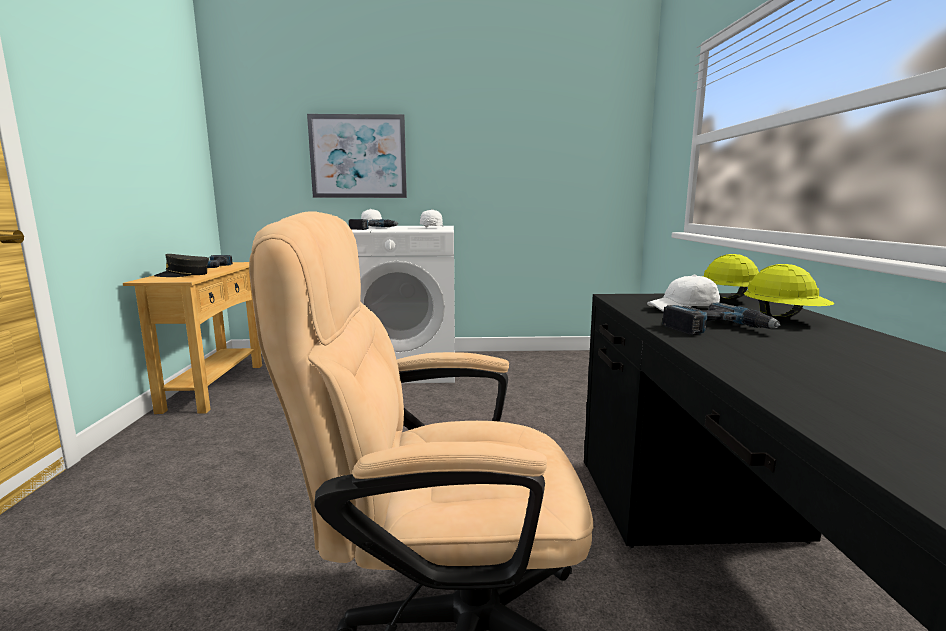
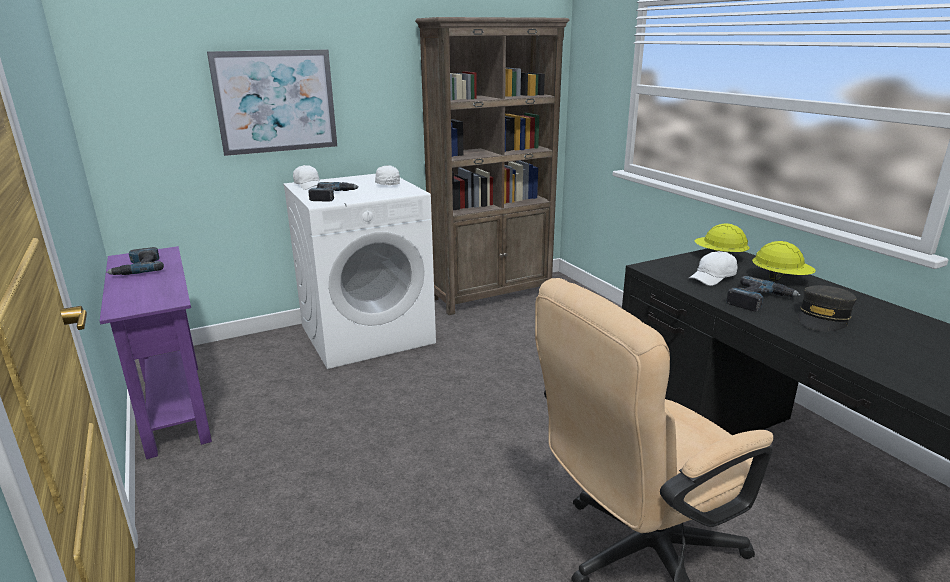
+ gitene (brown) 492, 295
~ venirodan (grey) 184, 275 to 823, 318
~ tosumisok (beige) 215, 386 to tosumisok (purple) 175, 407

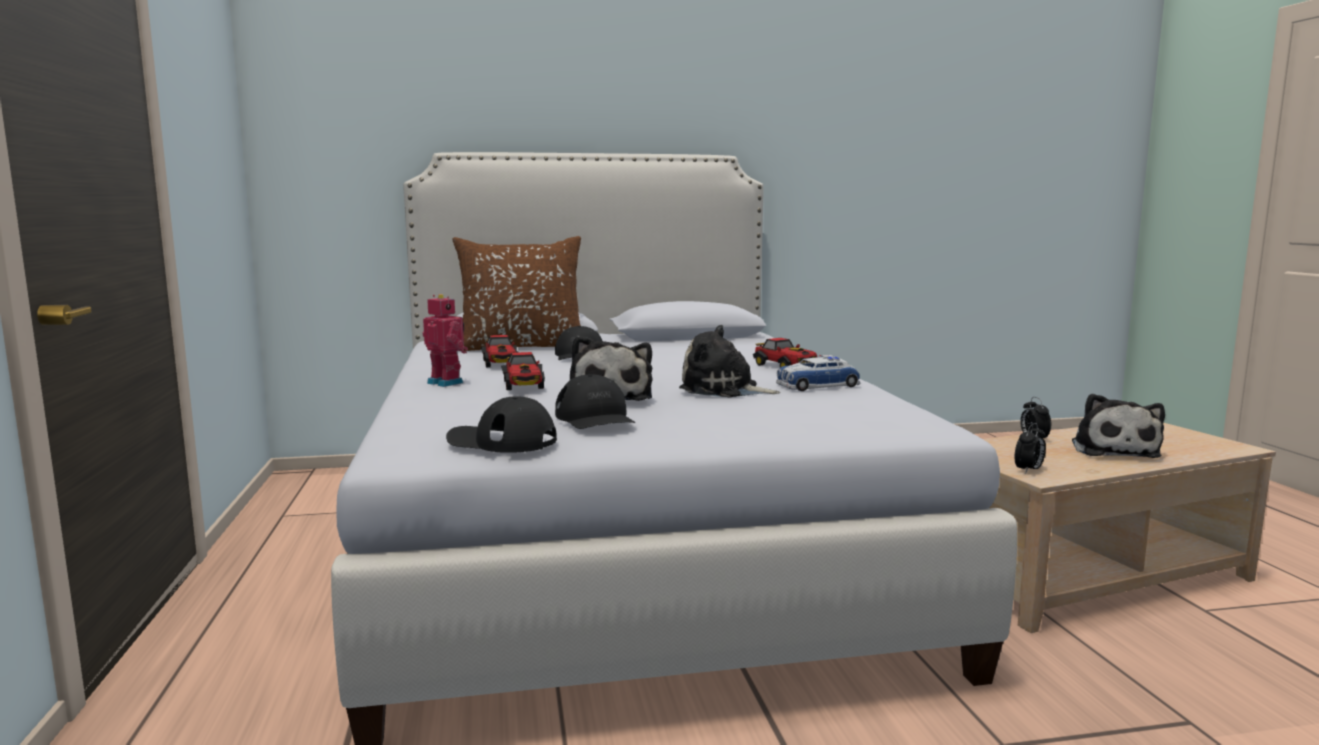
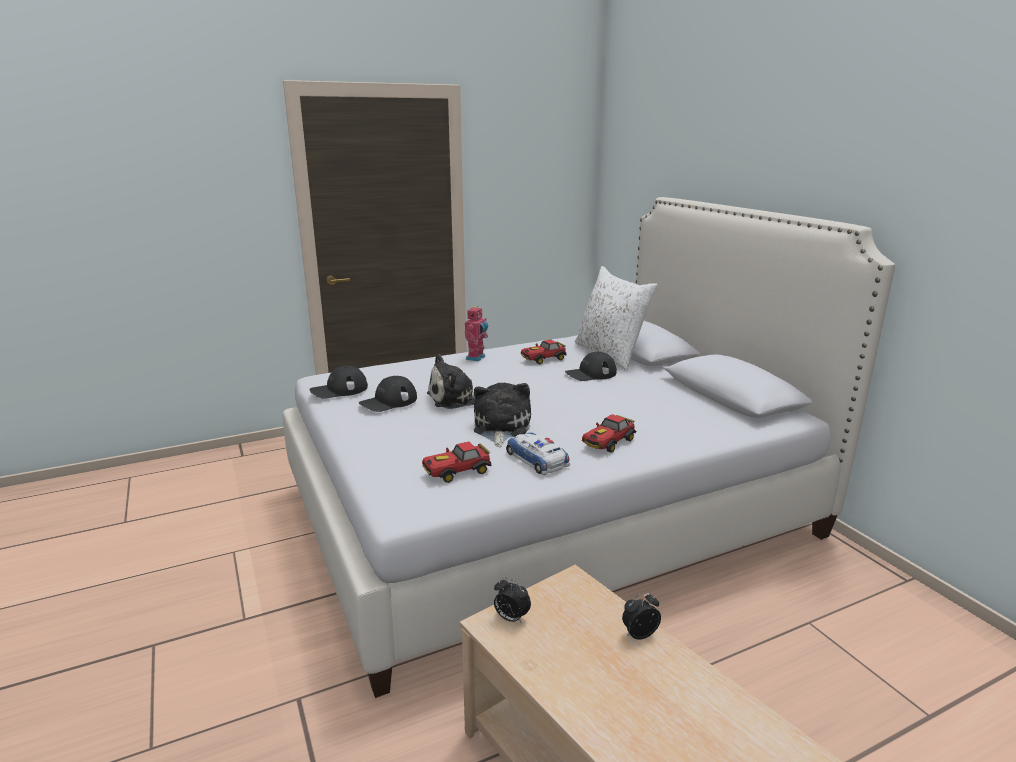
- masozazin 1113, 450
~ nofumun 523, 385 to 456, 472
~ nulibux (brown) 522, 346 to nulibux (white) 610, 354
~ venirodan (black) 501, 440 = 339, 390 120 degrees counterclockwise

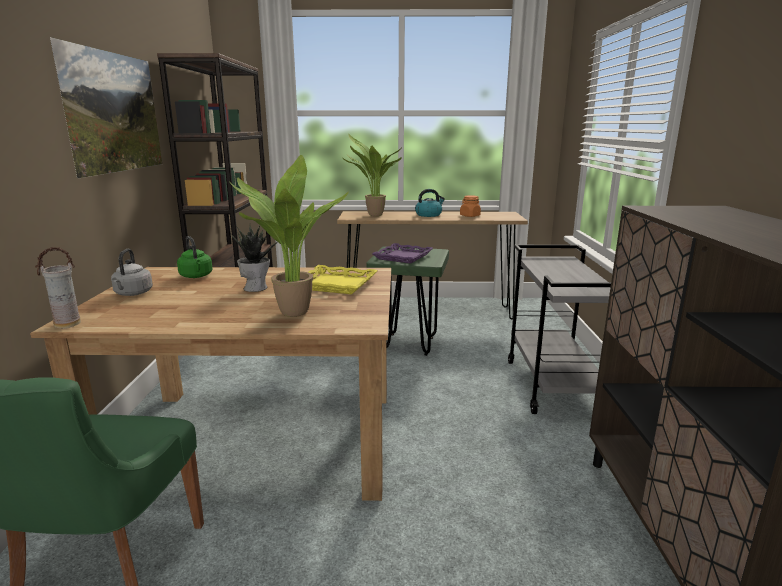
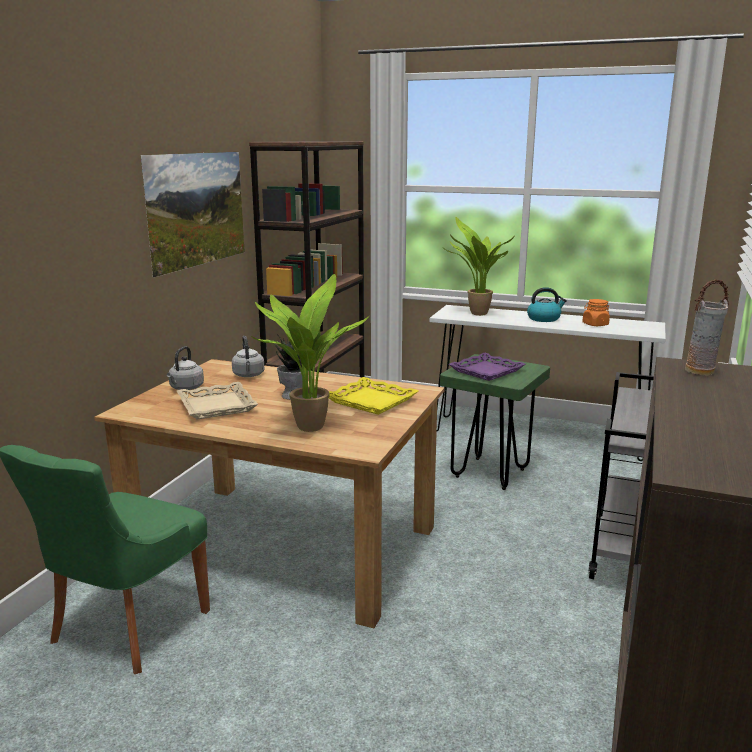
+ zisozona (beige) 217, 406
~ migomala 67, 324 to 700, 372
~ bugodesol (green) 196, 276 to bugodesol (grey) 248, 375
~ tosumisok (brown) 428, 312 to tosumisok (white) 536, 437

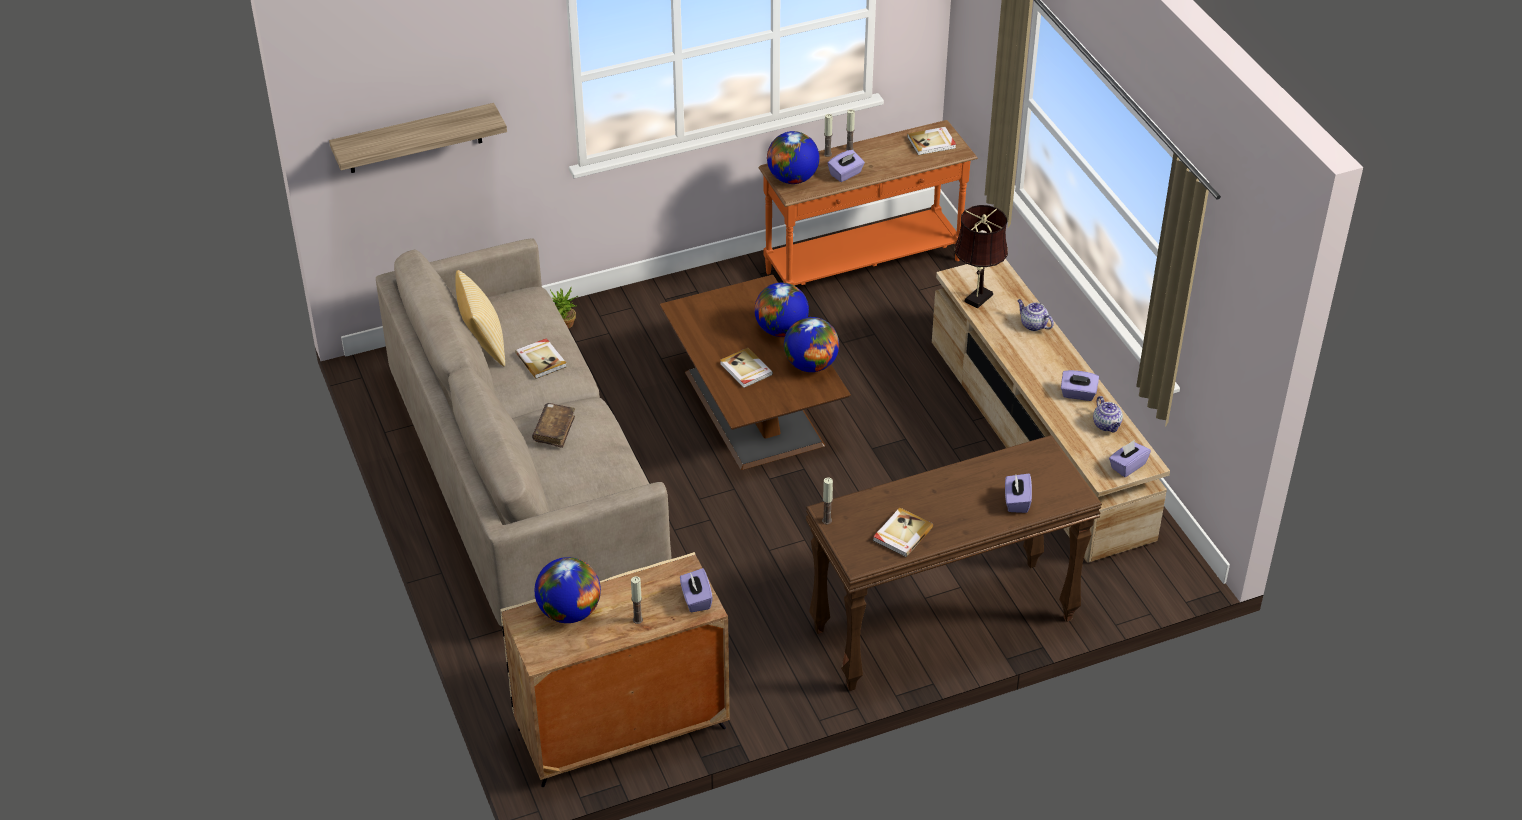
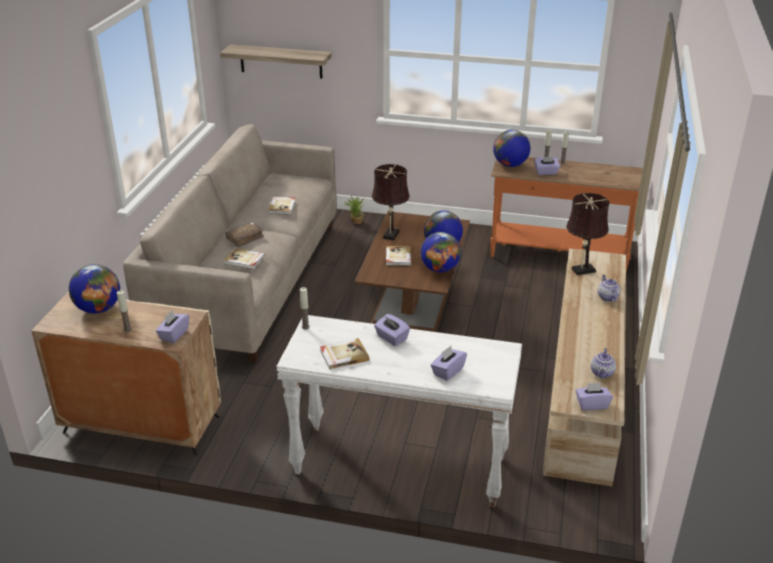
- nulibux 483, 345
+ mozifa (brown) 390, 236
~ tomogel 932, 143 to 245, 260
~ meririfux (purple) 1078, 394 to 391, 338
~ tosumisok (brown) 943, 626 to tosumisok (white) 399, 466

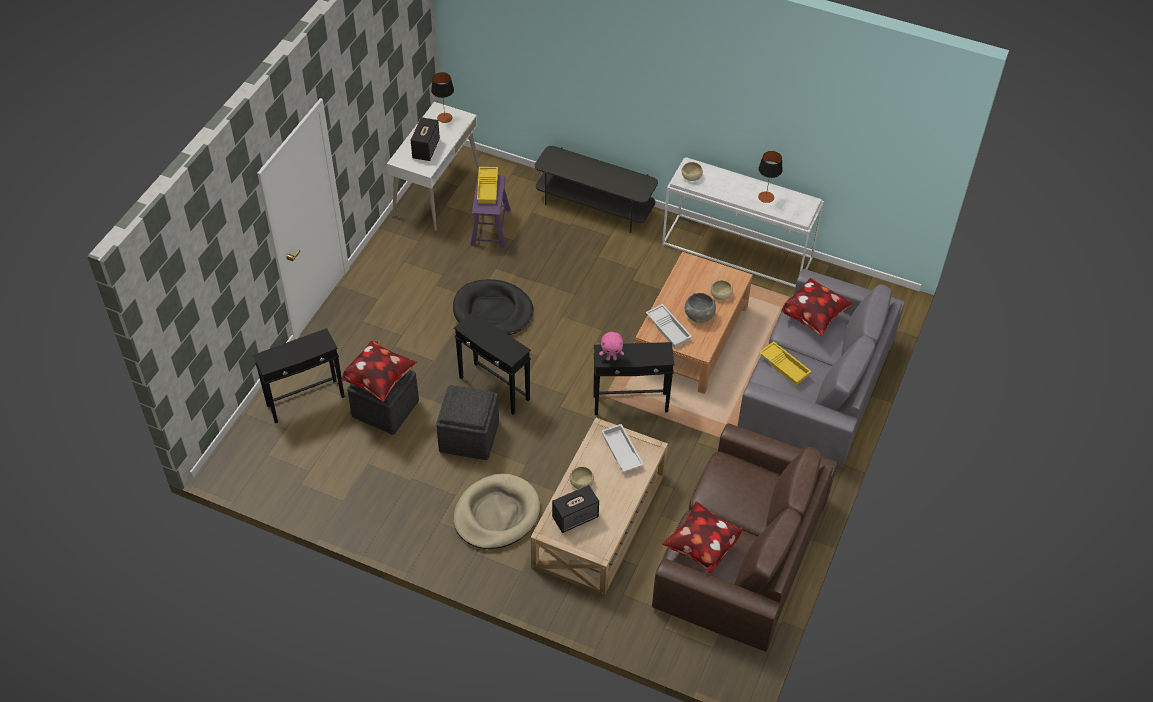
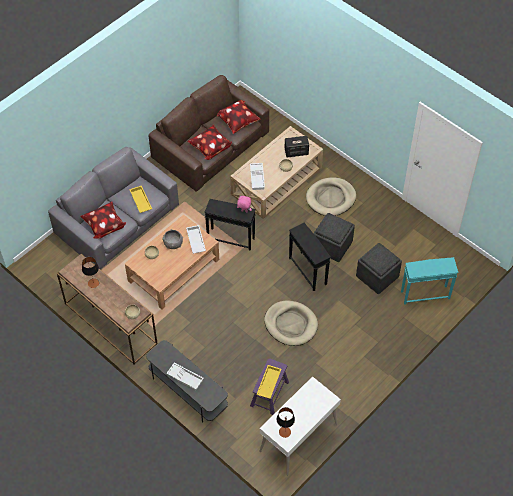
- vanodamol 426, 148
+ zisozona (white) 185, 377
~ nulibux 381, 381 to 209, 148
~ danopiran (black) 306, 401 to danopiran (turquoise) 425, 294
~ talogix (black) 492, 311 to talogix (beige) 291, 324
~ tosumisok (white) 738, 251 to tosumisok (brown) 109, 323

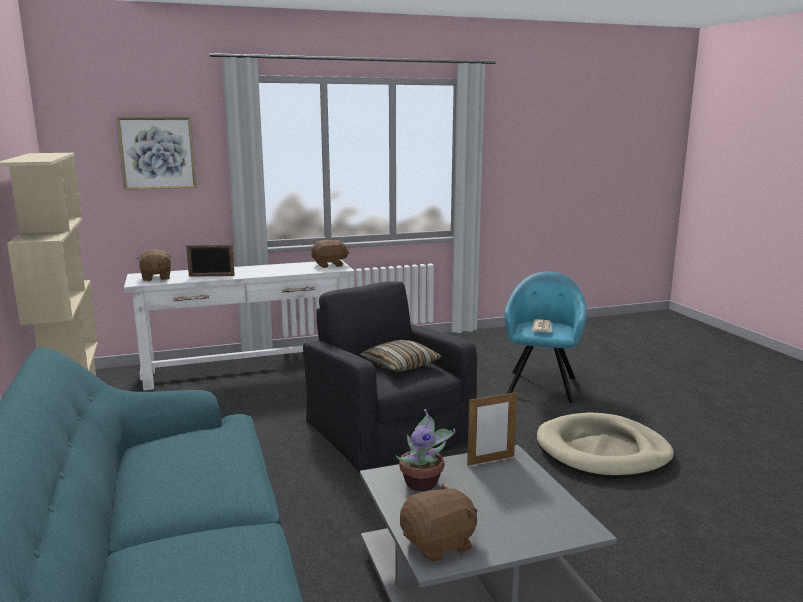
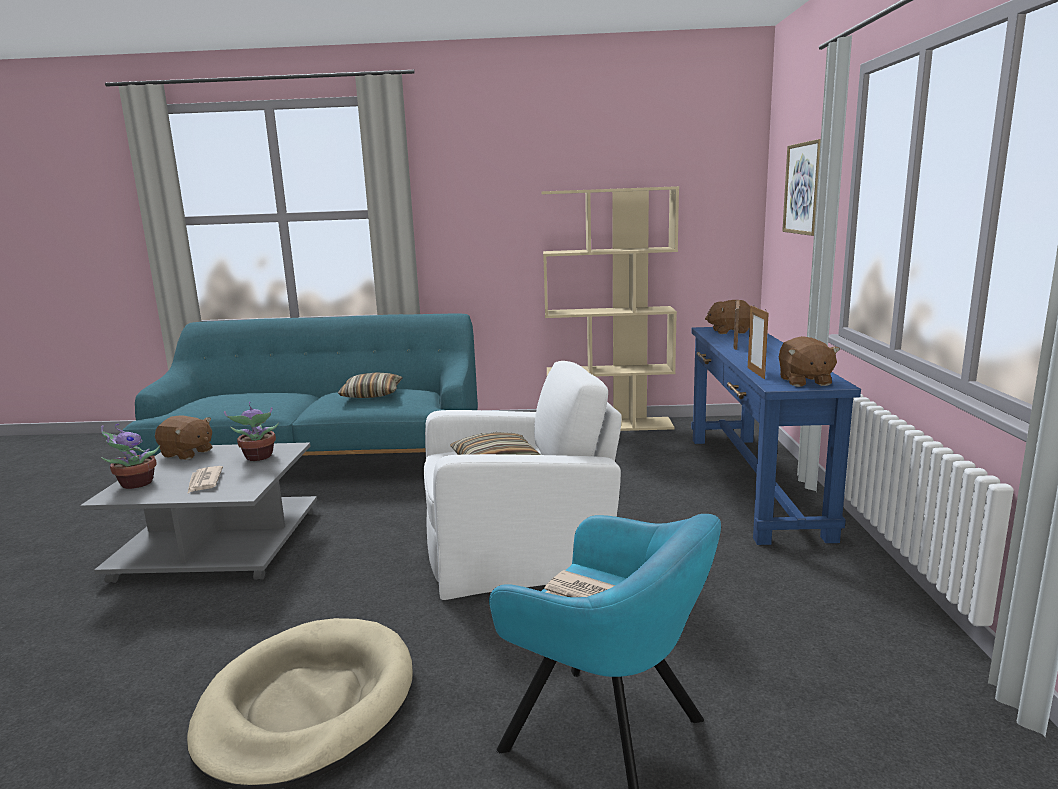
+ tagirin 134, 484
+ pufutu 204, 482
+ nulibux 372, 394
~ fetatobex 490, 460 to 756, 373
~ tosumisok (white) 248, 369 to tosumisok (blue) 752, 482
~ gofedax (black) 387, 429 to gofedax (white) 518, 546
~ masozazin (brown) 439, 544 = 187, 453 60 degrees counterclockwise

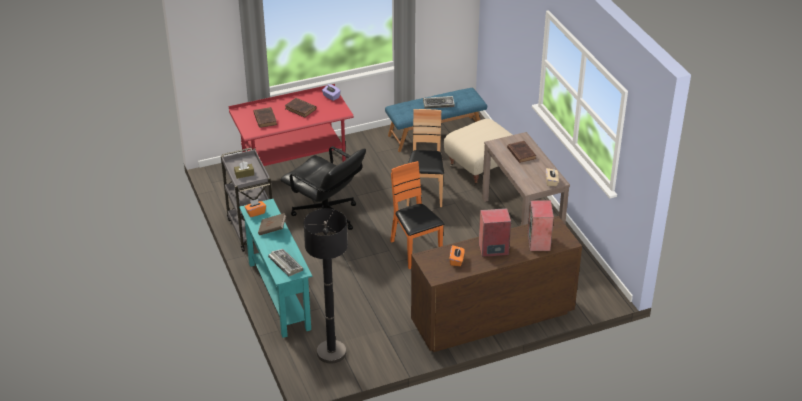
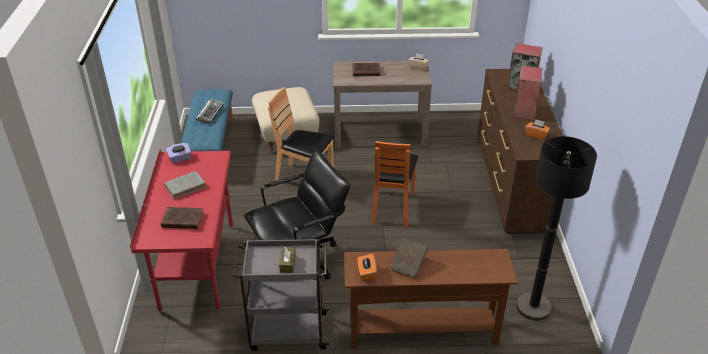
- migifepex 285, 264
~ tosumisok (turquoise) 278, 296 to tosumisok (brown) 423, 332
~ tomogel (brown) 301, 109 to tomogel (grey) 186, 186
~ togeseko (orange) 415, 250 = 392, 207 75 degrees counterclockwise

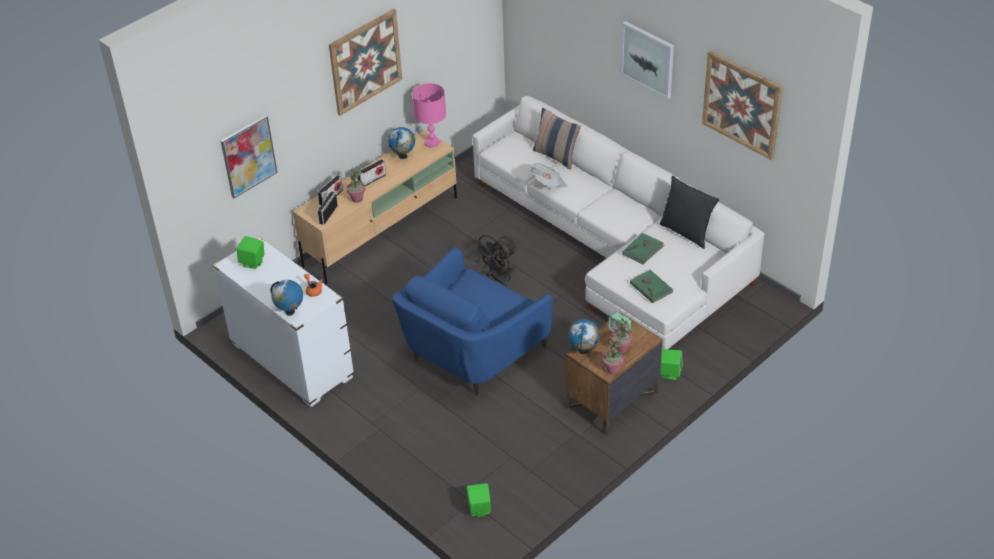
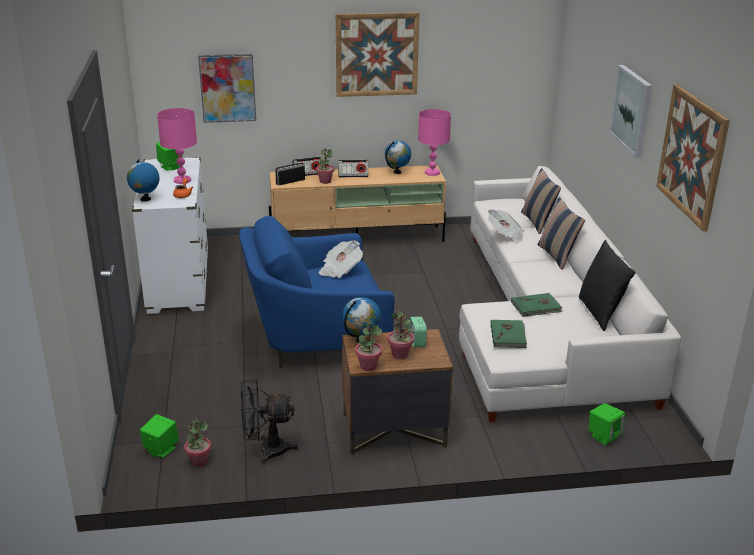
+ mozifa (pink) 182, 180
+ tagirin 199, 461
+ pufutu 340, 270
+ nulibux 557, 256
~ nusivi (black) 498, 279 to 266, 450
~ vanodamol (green) 669, 372 to 604, 436

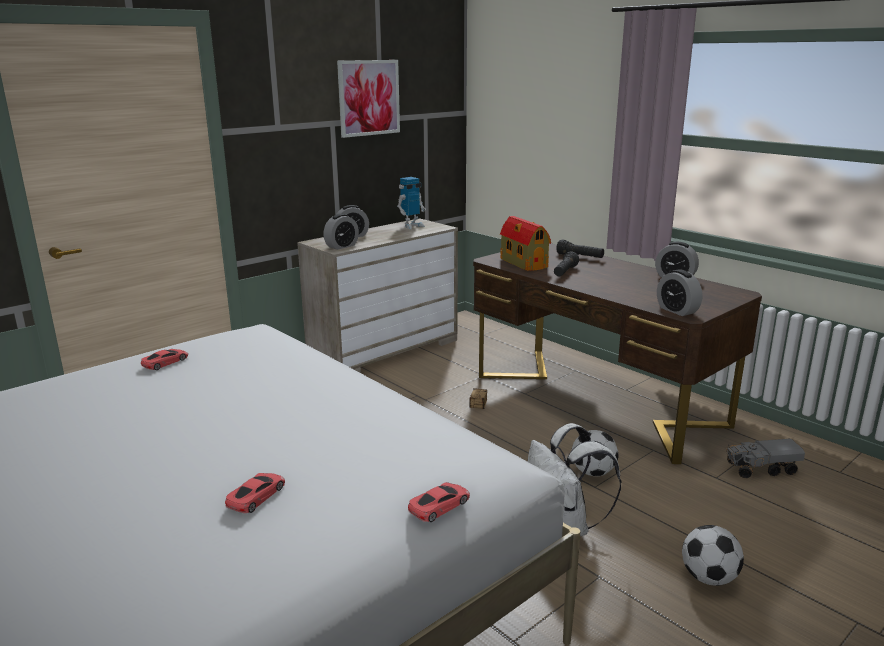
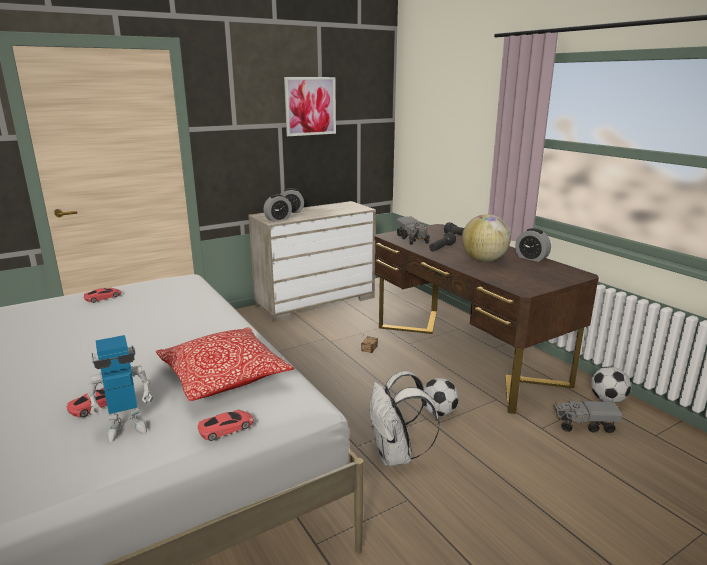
- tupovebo 677, 310
+ nulibux 224, 377
+ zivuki 484, 260
~ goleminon 412, 226 to 126, 427
~ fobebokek 708, 578 to 607, 400
~ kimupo 523, 263 to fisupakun 412, 239

